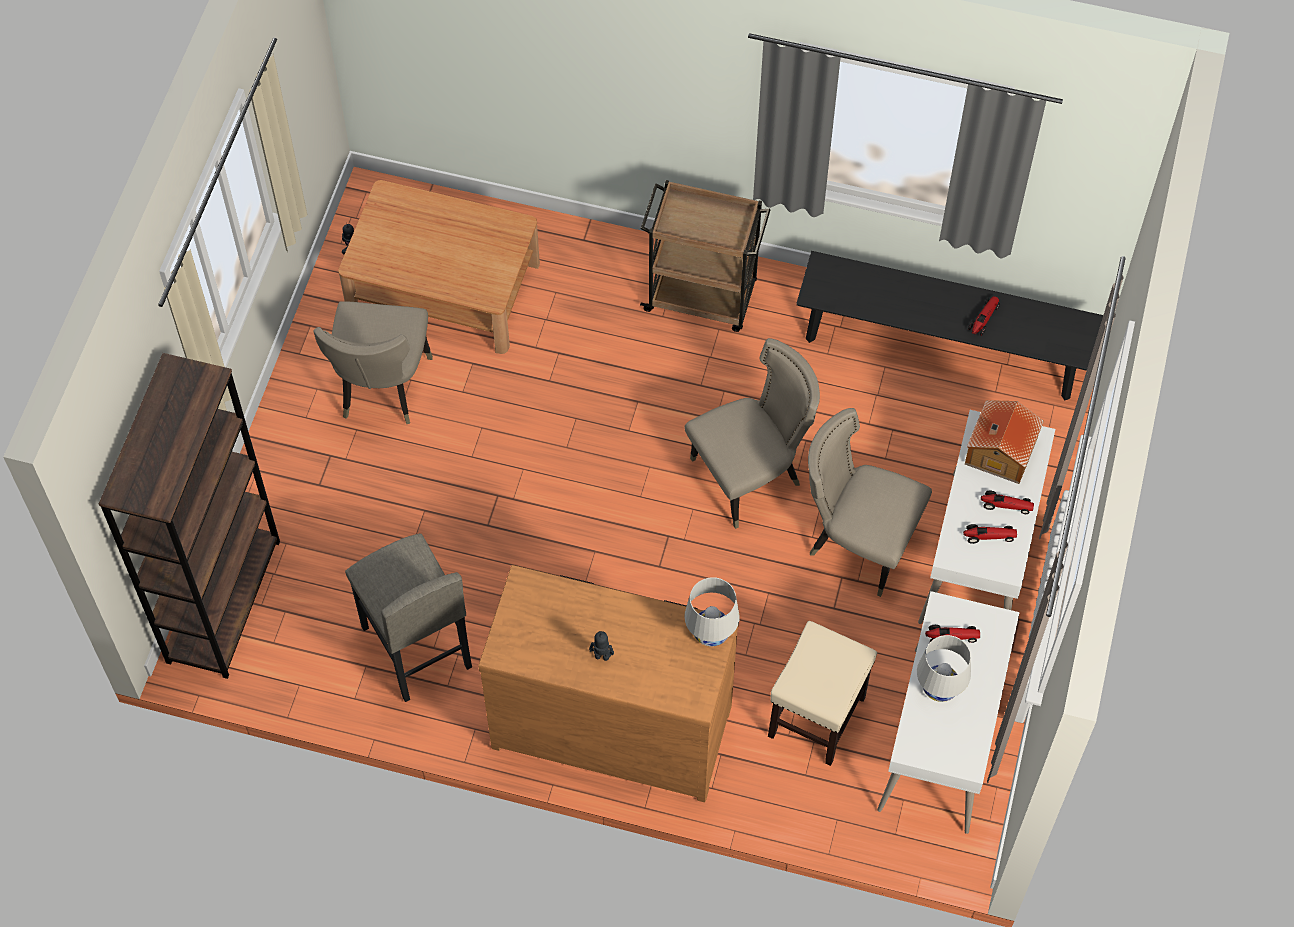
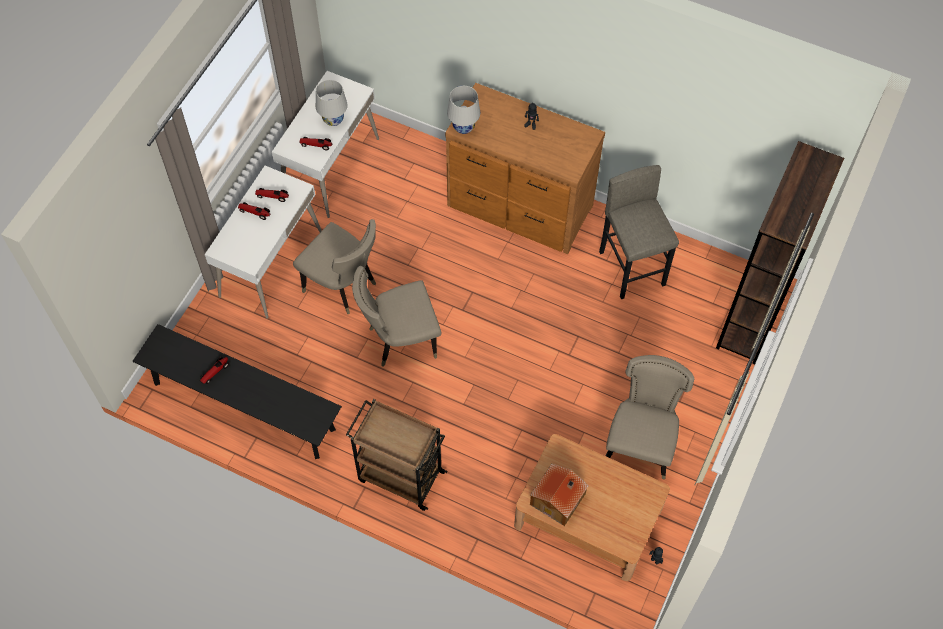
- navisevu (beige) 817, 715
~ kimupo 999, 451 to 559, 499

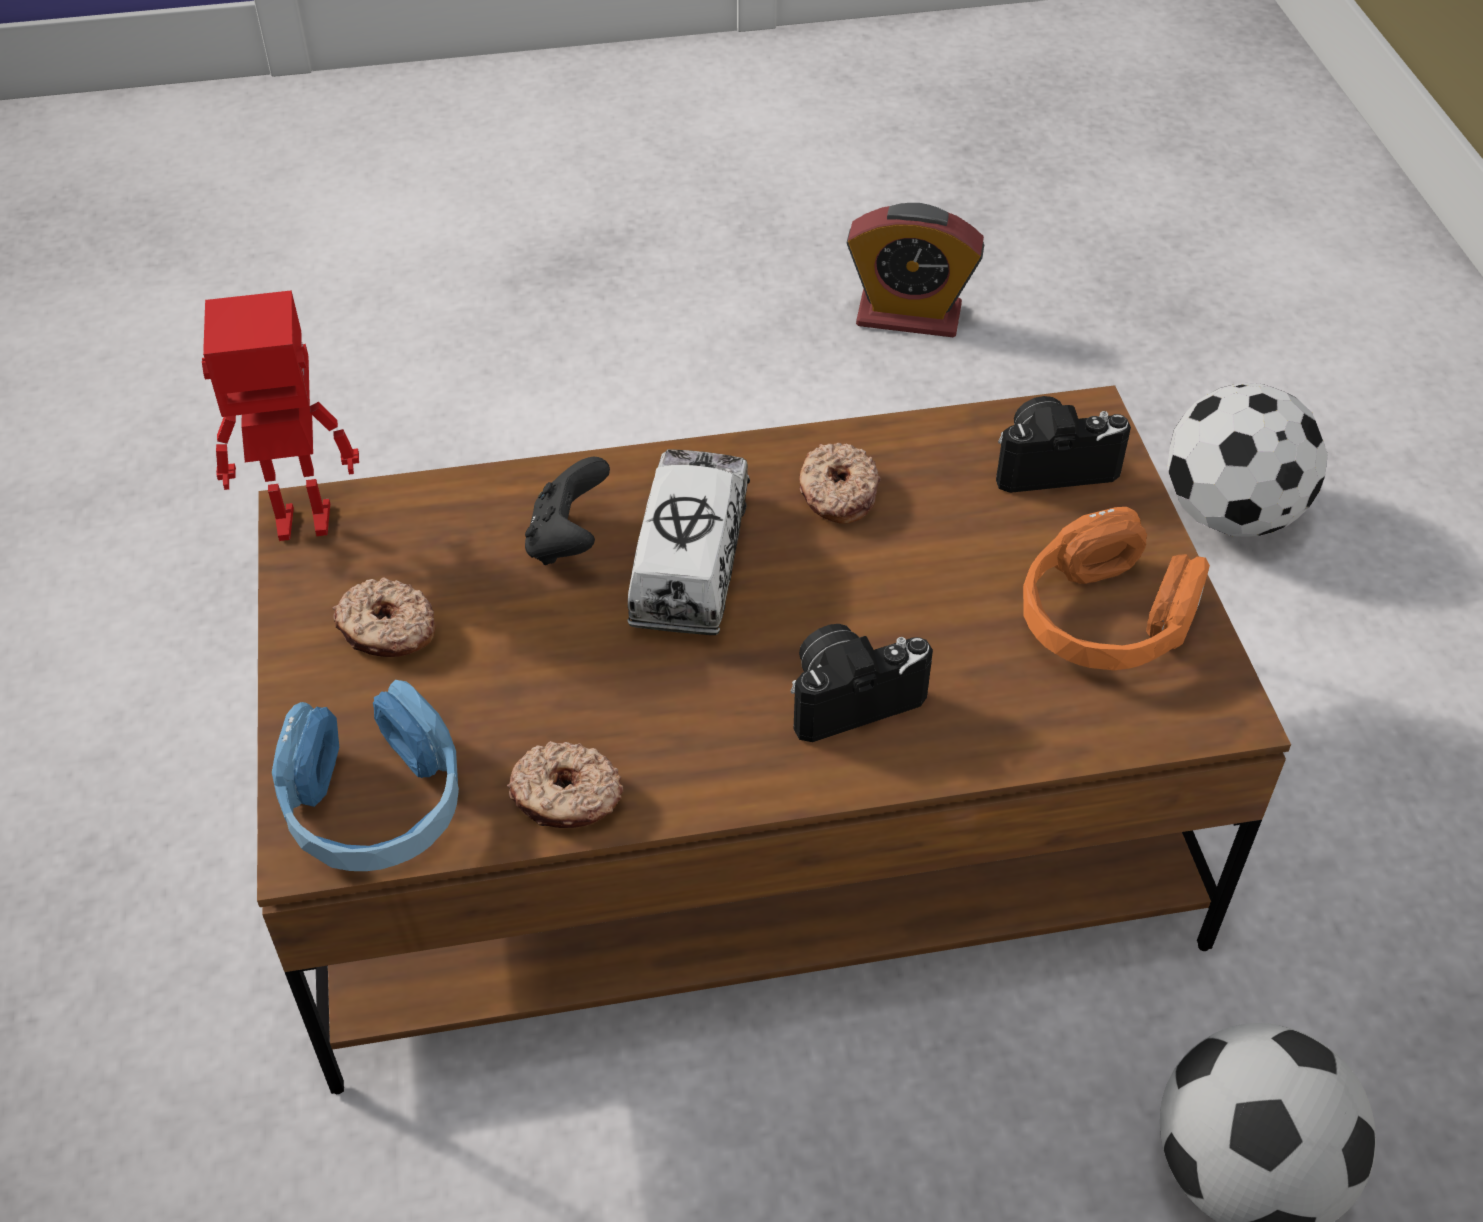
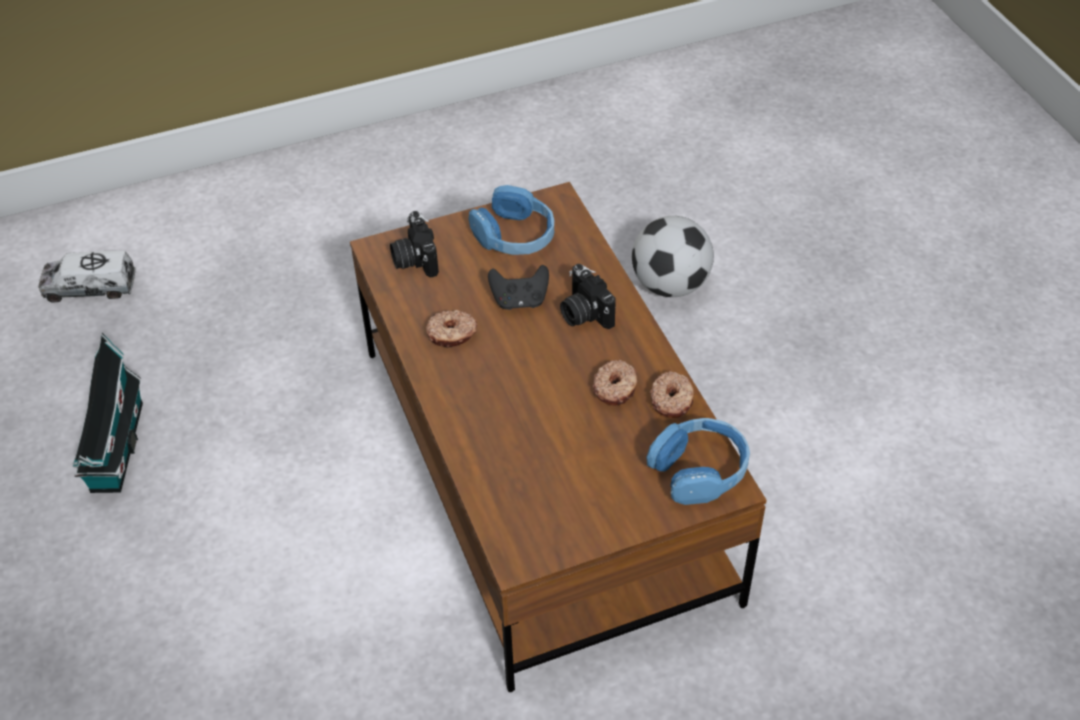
- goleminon 303, 525
- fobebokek 1232, 514
~ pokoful 388, 631 to 616, 388
~ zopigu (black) 568, 540 to 520, 301
~ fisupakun 690, 560 to 90, 287
~ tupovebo 908, 316 to kimupo 116, 450
~ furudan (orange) 1105, 619 to furudan (blue) 514, 236

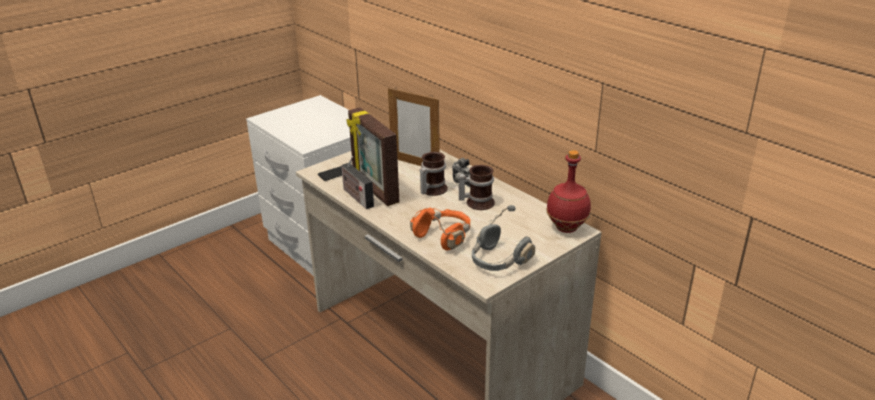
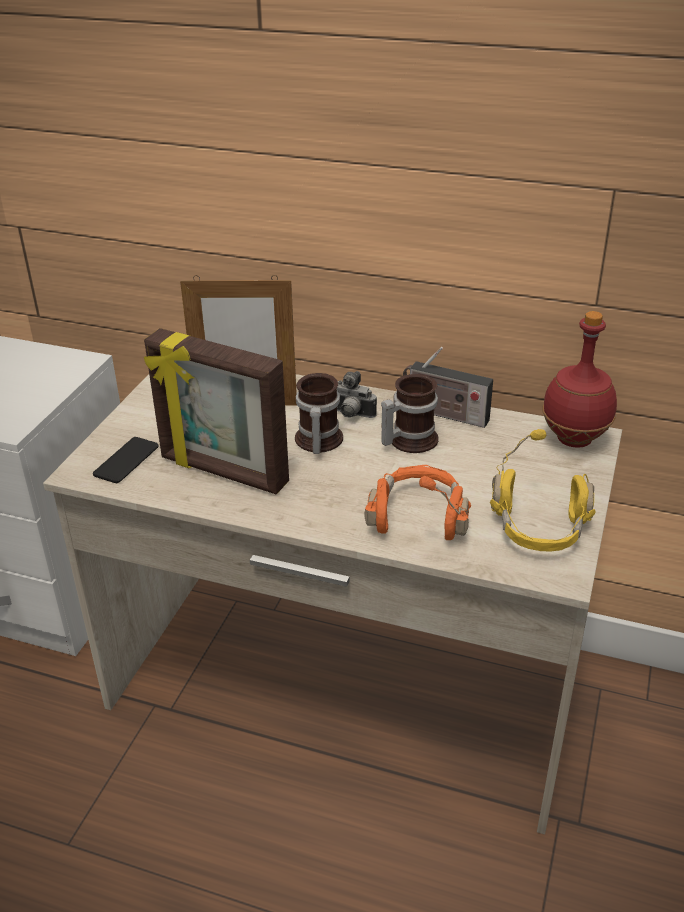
~ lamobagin 356, 197 to 444, 414
~ furudan (grey) 498, 260 to furudan (yellow) 539, 528

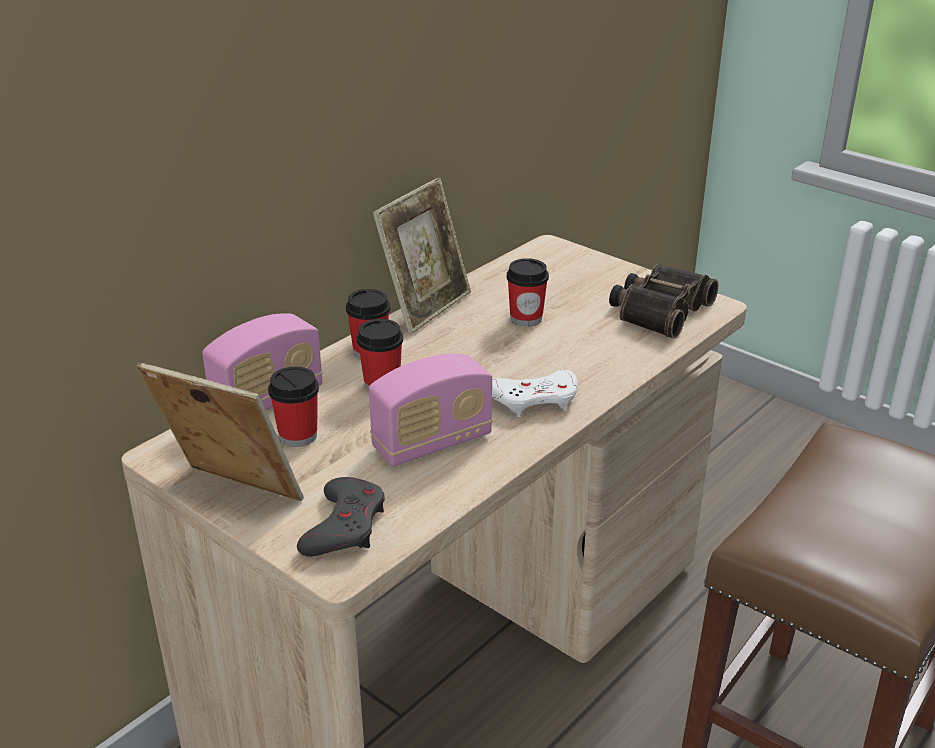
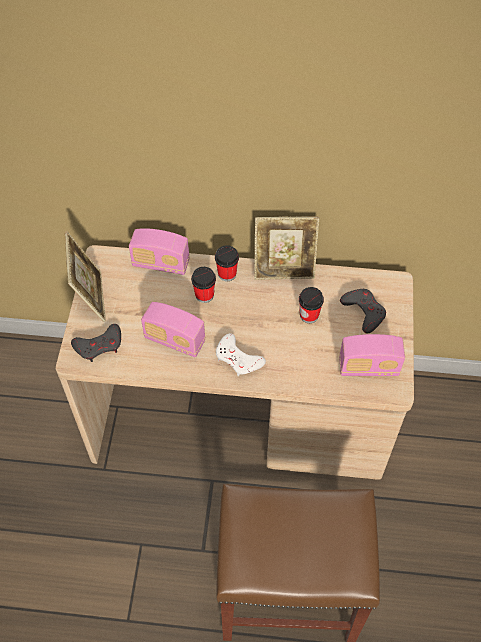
- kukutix 298, 436
+ zopigu (grey) 363, 311
~ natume 659, 310 to lamobagin 368, 367

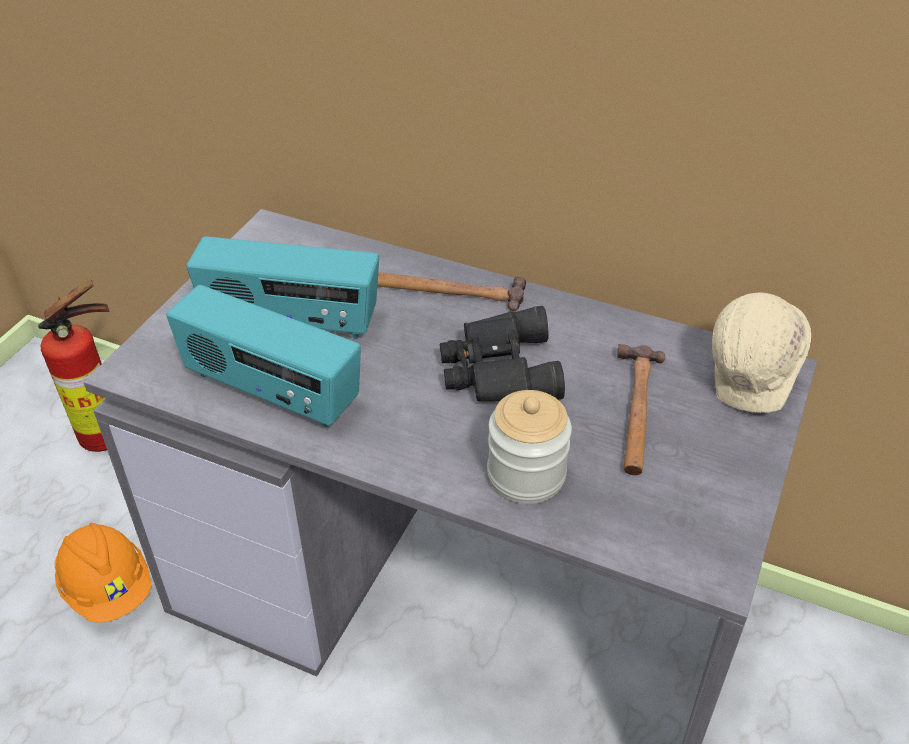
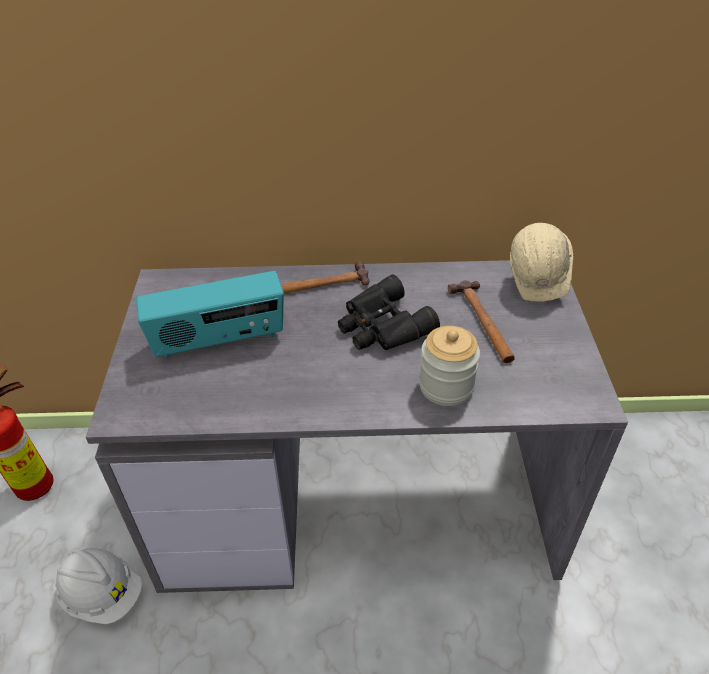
- lamobagin 271, 392
~ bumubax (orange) 108, 588 to bumubax (white) 102, 594

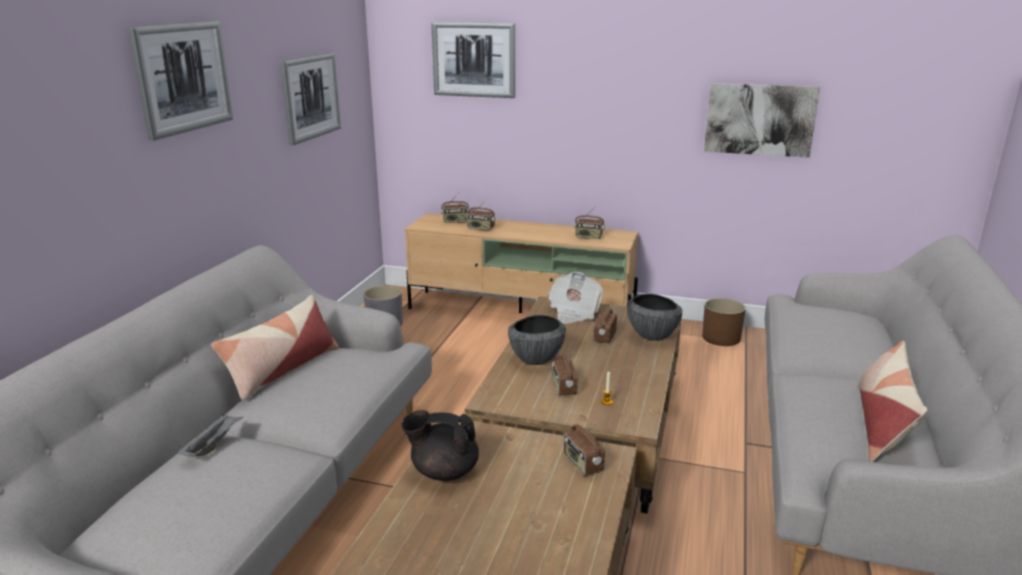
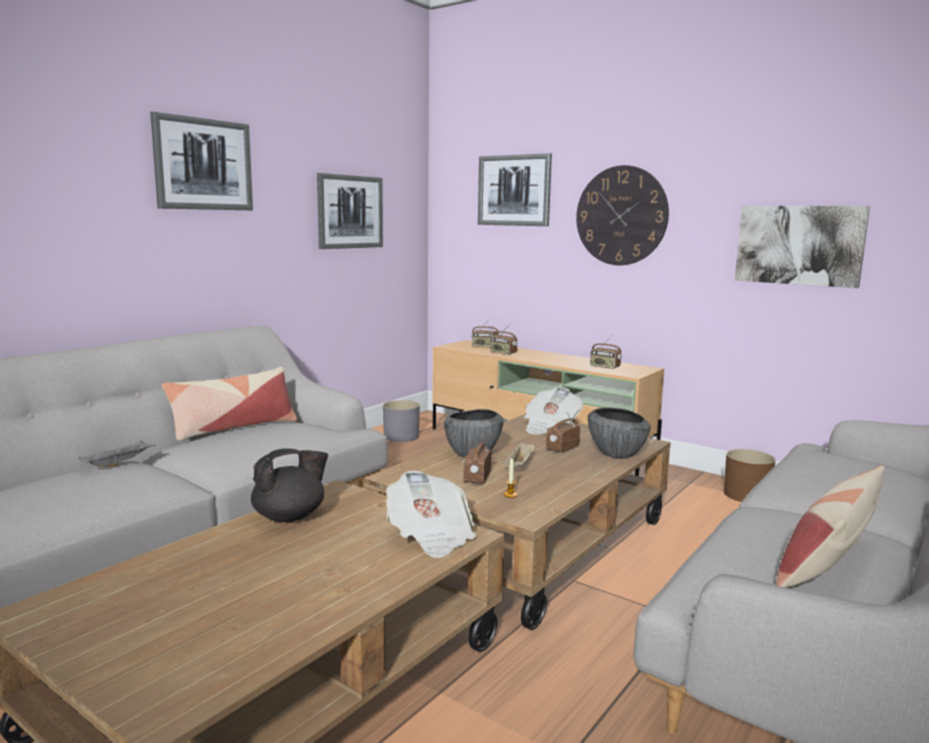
+ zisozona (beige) 519, 466
+ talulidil 621, 216
~ lamobagin 582, 464 to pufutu 430, 536
~ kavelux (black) 443, 471 = 290, 517 120 degrees clockwise

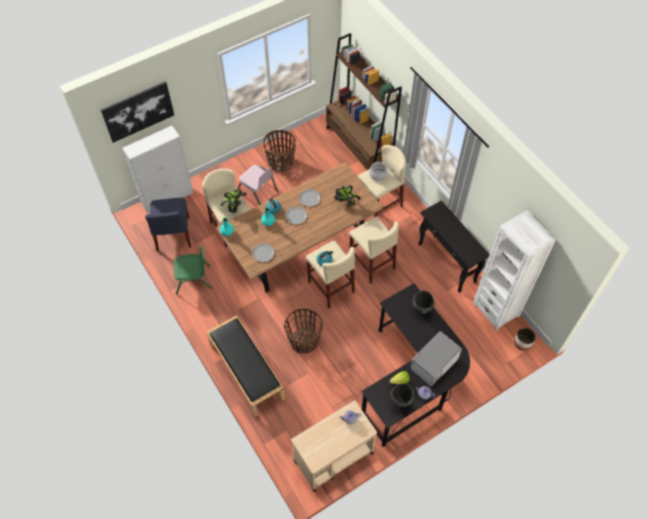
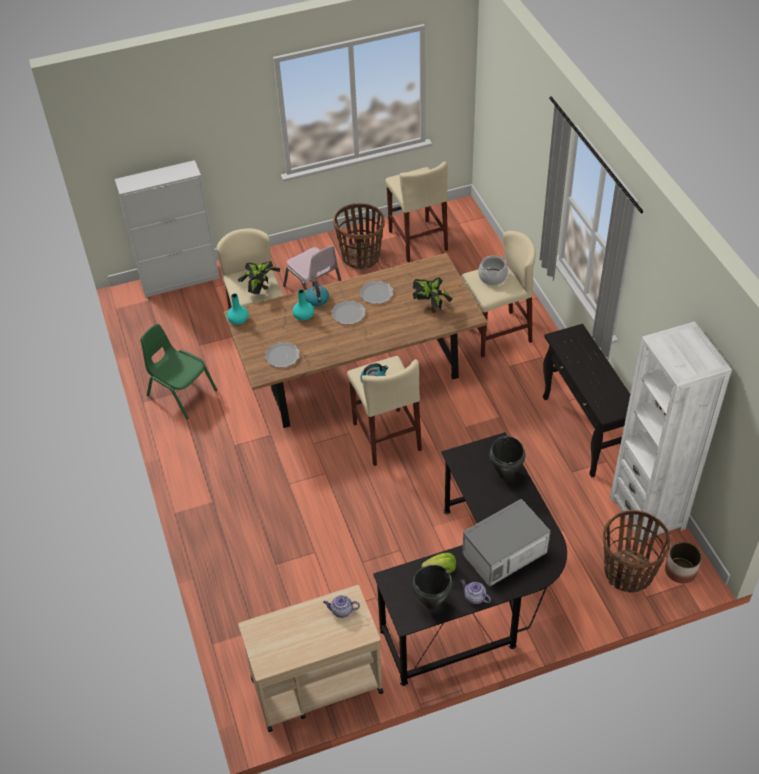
- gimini 138, 111
- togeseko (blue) 173, 235
- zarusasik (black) 246, 370
- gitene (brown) 358, 149
~ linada 304, 341 to 628, 573
~ navisevu (beige) 372, 263 to 417, 240
~ togeseko (green) 193, 279 = 181, 393 150 degrees counterclockwise

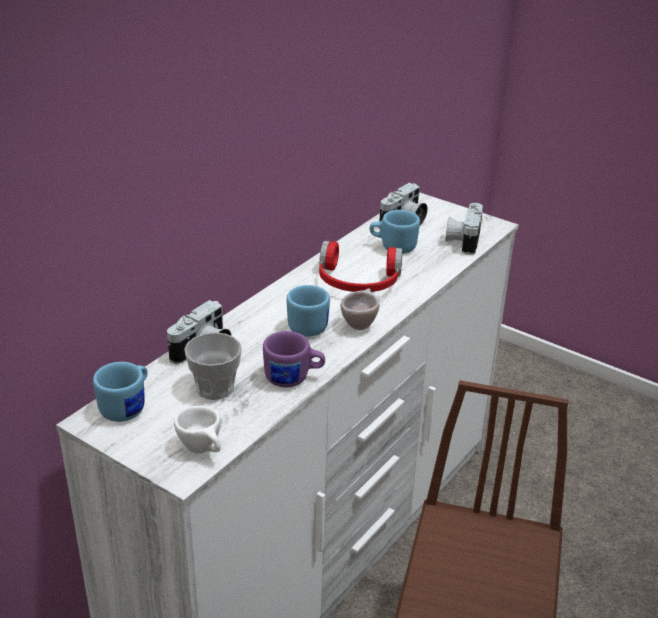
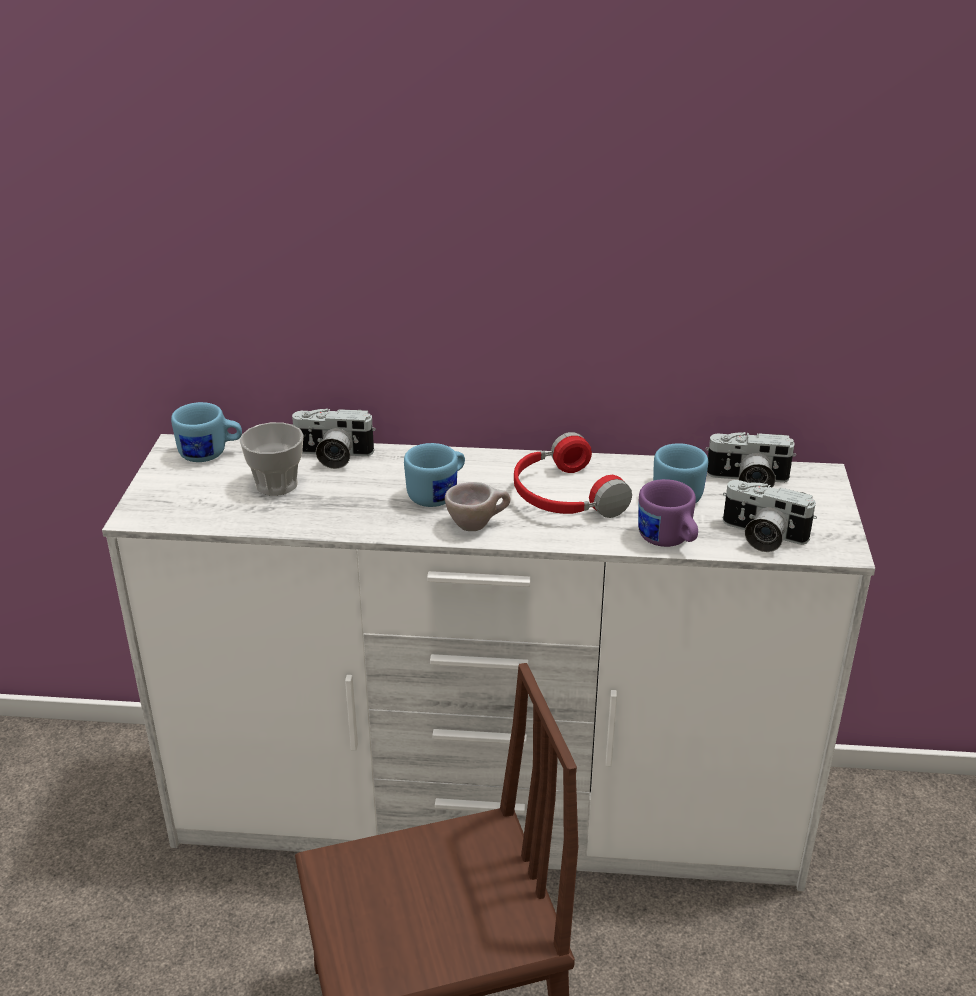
- kukutix (white) 203, 450
~ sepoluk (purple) 293, 378 to 668, 541
~ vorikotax 463, 240 = 762, 536 135 degrees counterclockwise

